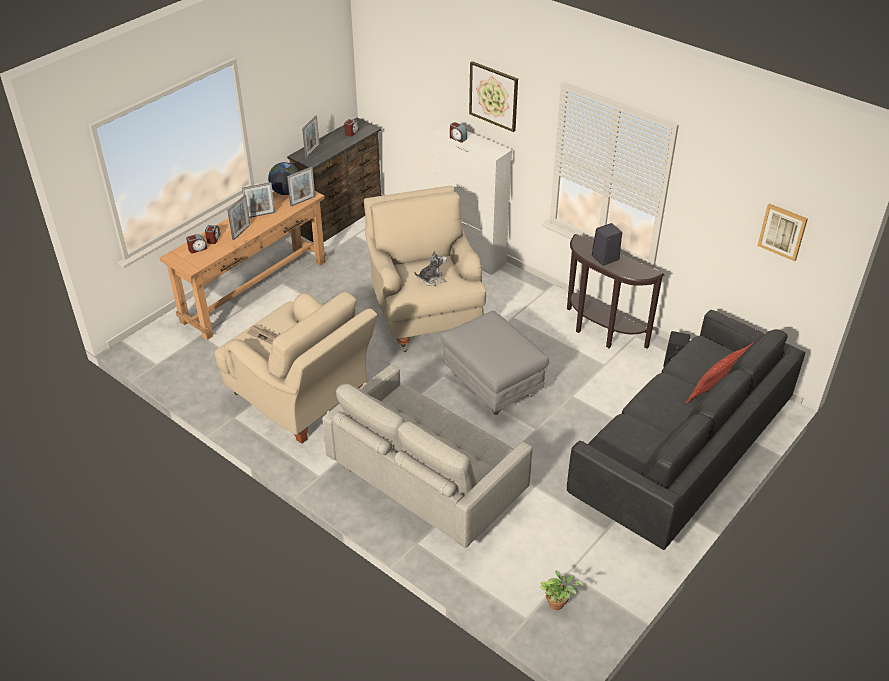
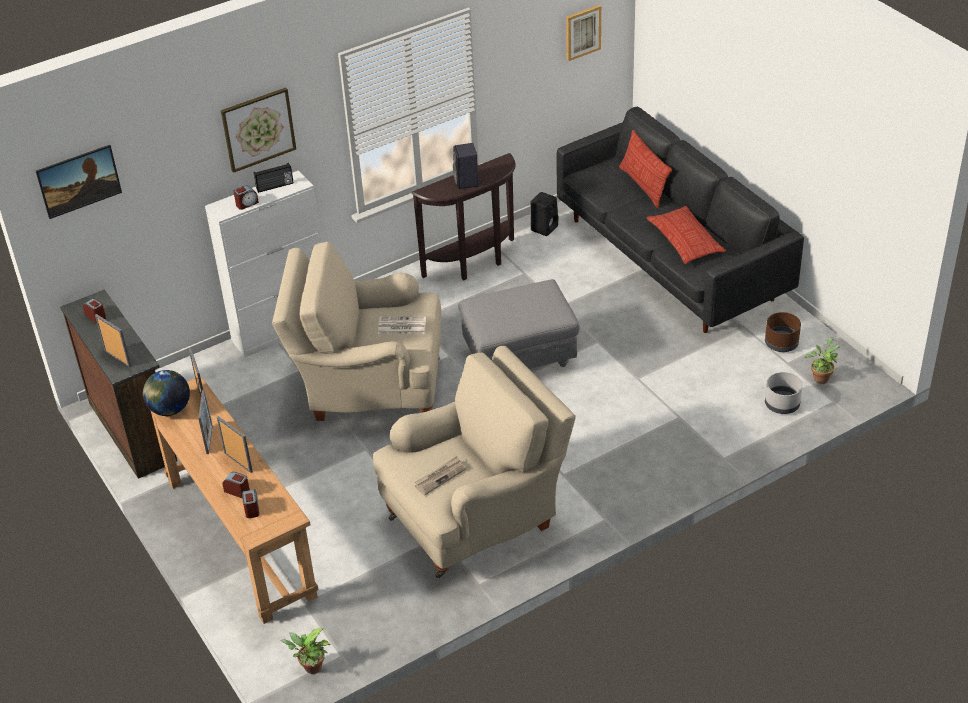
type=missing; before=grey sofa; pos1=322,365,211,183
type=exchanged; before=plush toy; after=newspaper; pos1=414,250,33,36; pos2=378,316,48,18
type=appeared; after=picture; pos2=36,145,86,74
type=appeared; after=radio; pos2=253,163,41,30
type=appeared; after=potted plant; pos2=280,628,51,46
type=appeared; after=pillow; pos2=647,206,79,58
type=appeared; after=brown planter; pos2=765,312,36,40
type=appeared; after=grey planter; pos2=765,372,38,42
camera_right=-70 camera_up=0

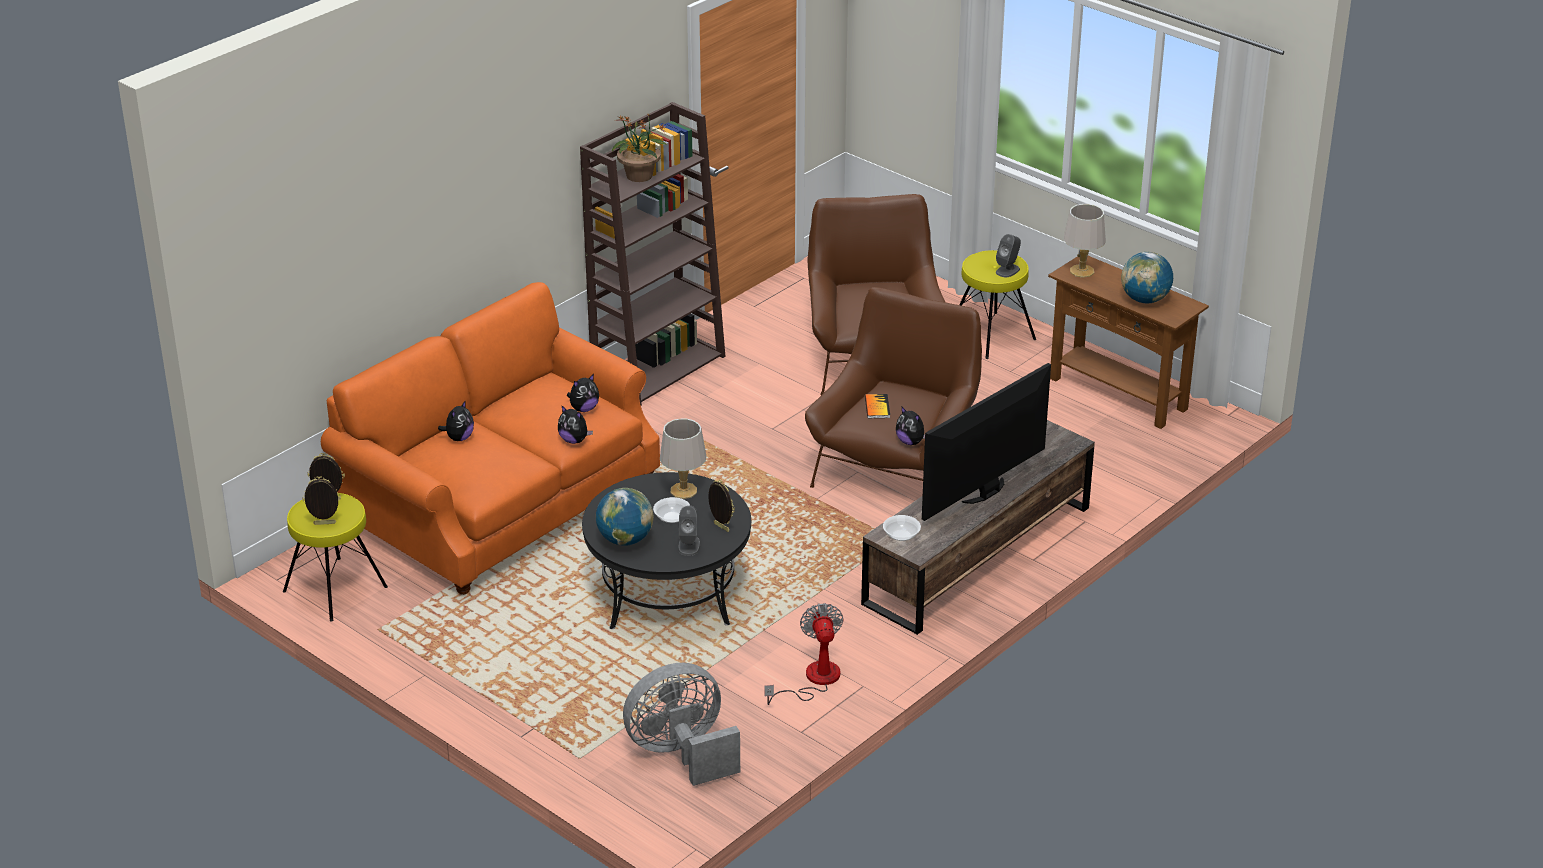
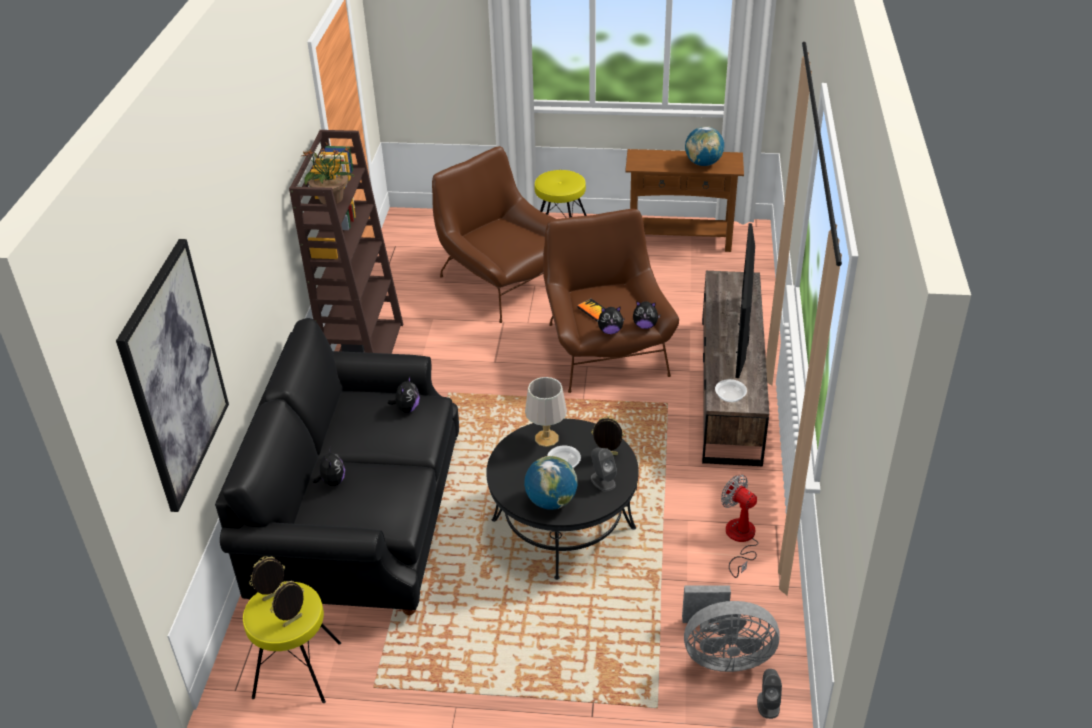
type=colour; before=orange sofa; after=black sofa; pos1=321,282,339,313; pos2=215,318,244,297
type=relocated; before=plush toy; pos1=558,405,35,39; pos2=598,306,27,28
type=spun; before=grey fan; pos1=623,663,117,123; pos2=682,585,97,87; turn=-120
type=relocated; before=grey speaker; pos1=996,234,25,43; pos2=757,669,25,50
type=missing; before=grey table lamp; pos1=1064,204,42,74
type=appeared; after=picture; pos2=116,239,113,273
camera_right=-35 camera_up=5

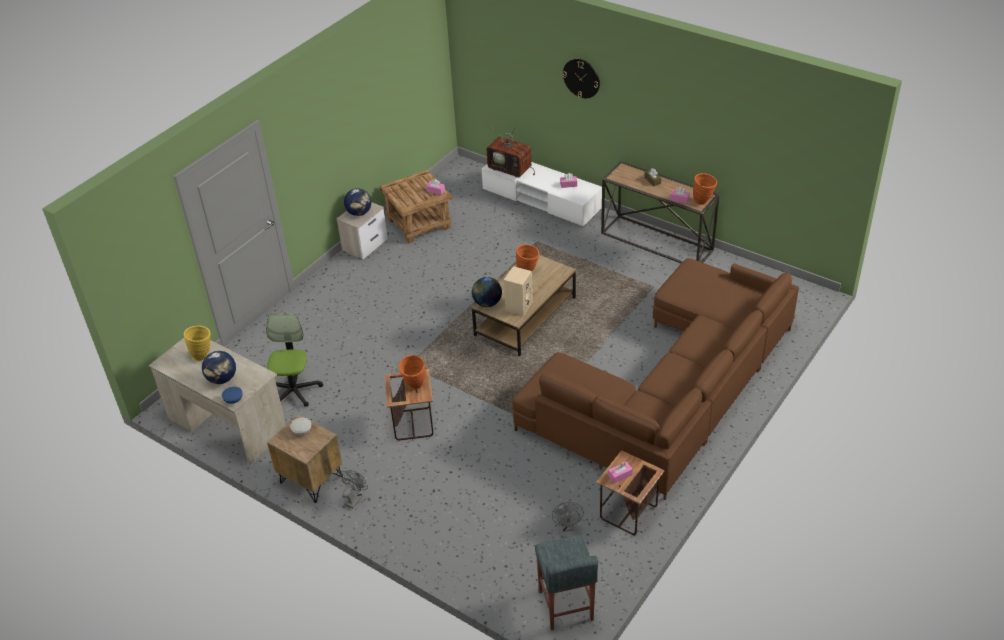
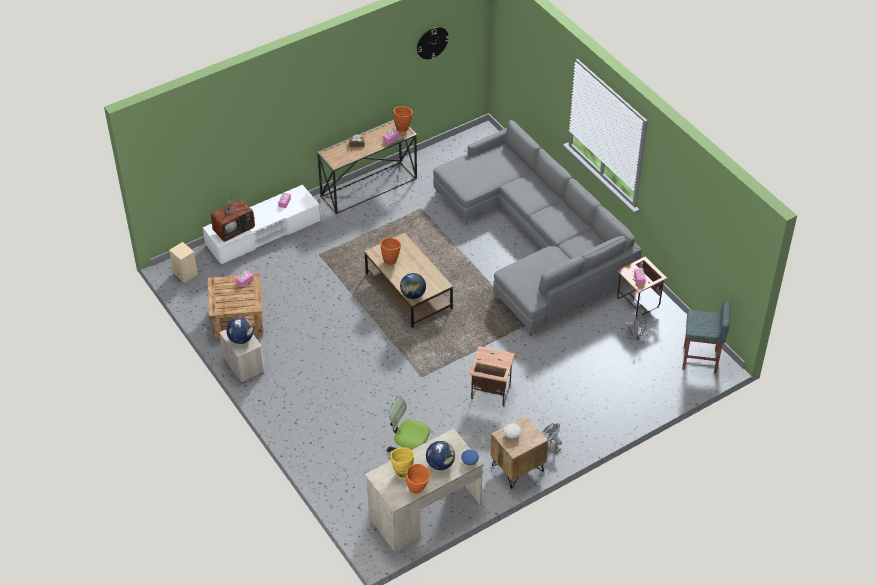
type=relocated; before=orange vase; pos1=399,355,26,35; pos2=406,464,24,30
type=relocated; before=beige speaker; pos1=504,266,29,50; pos2=169,242,29,41
type=colour; before=brown sofa; after=grey sofa; pos1=512,258,287,242; pos2=433,120,209,216
type=relocated; before=wall clock; pos1=562,59,38,39; pos2=417,27,32,32
camera_right=-70 camera_up=5

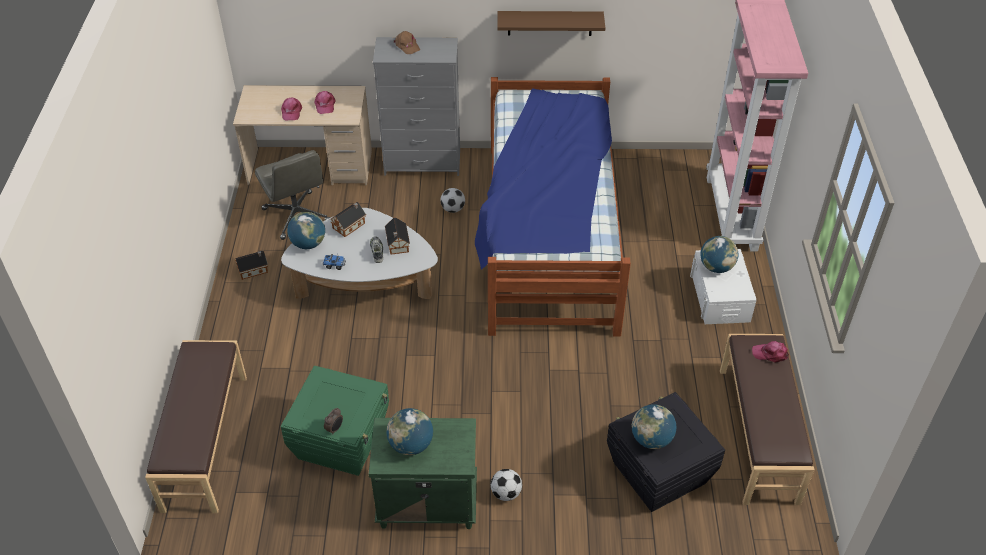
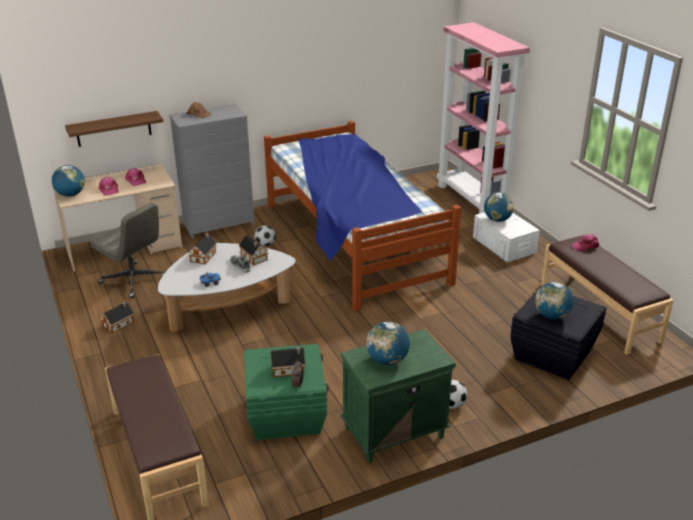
type=relocated; before=globe; pos1=287,212,38,37; pos2=52,165,33,32
type=relocated; before=brown shelf; pos1=497,11,108,25; pos2=65,111,99,36
type=appeared; after=toy house; pos2=271,347,35,30
camera_right=-25 camera_up=-15

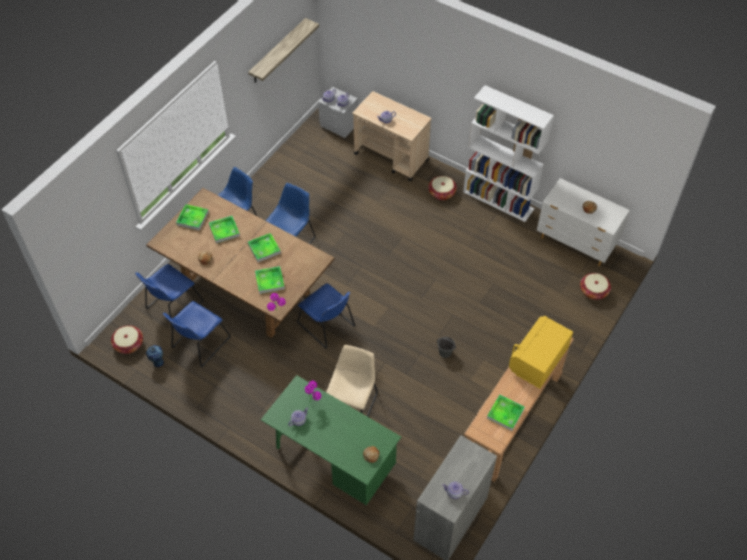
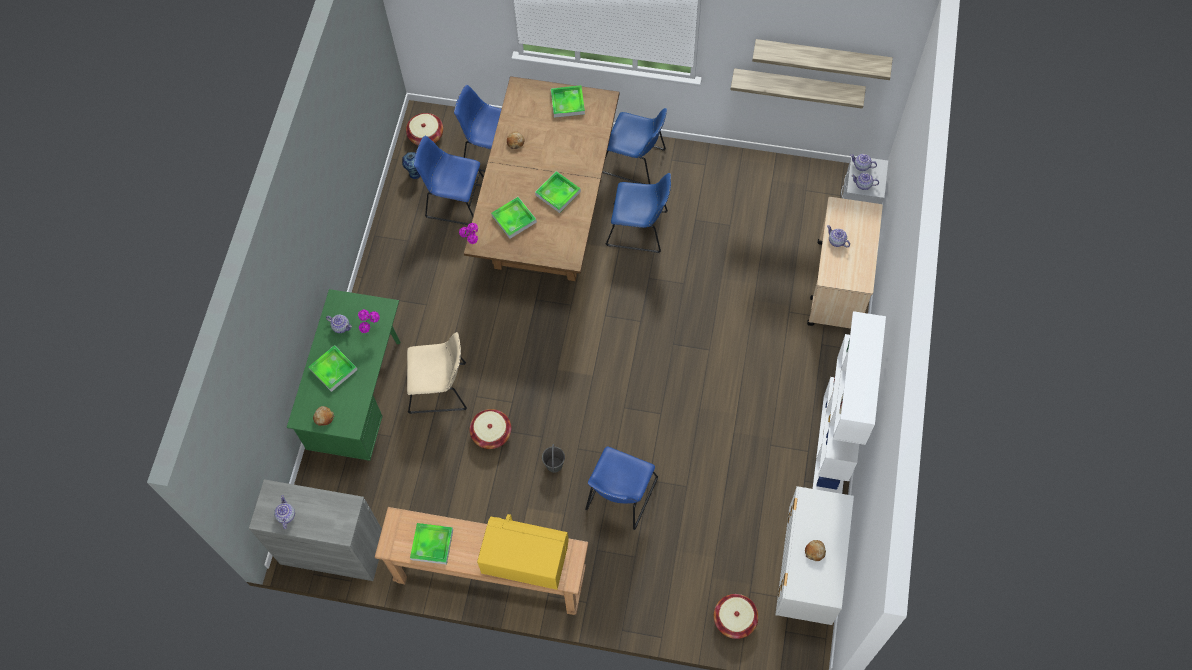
type=relocated; before=tray; pos1=209,216,31,27; pos2=308,345,50,47
type=relocated; before=blue chair; pos1=297,283,58,66; pos2=585,447,73,83
type=relocated; before=basket; pos1=428,176,29,24; pos2=470,409,41,40
type=appeared; after=shelf; pos2=731,68,135,41
camera_right=70 camera_up=10

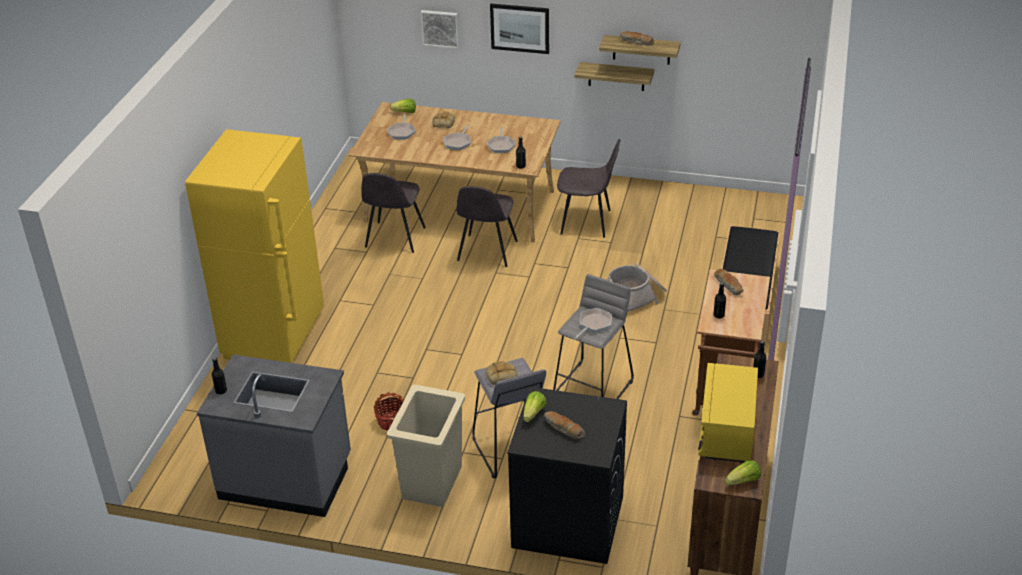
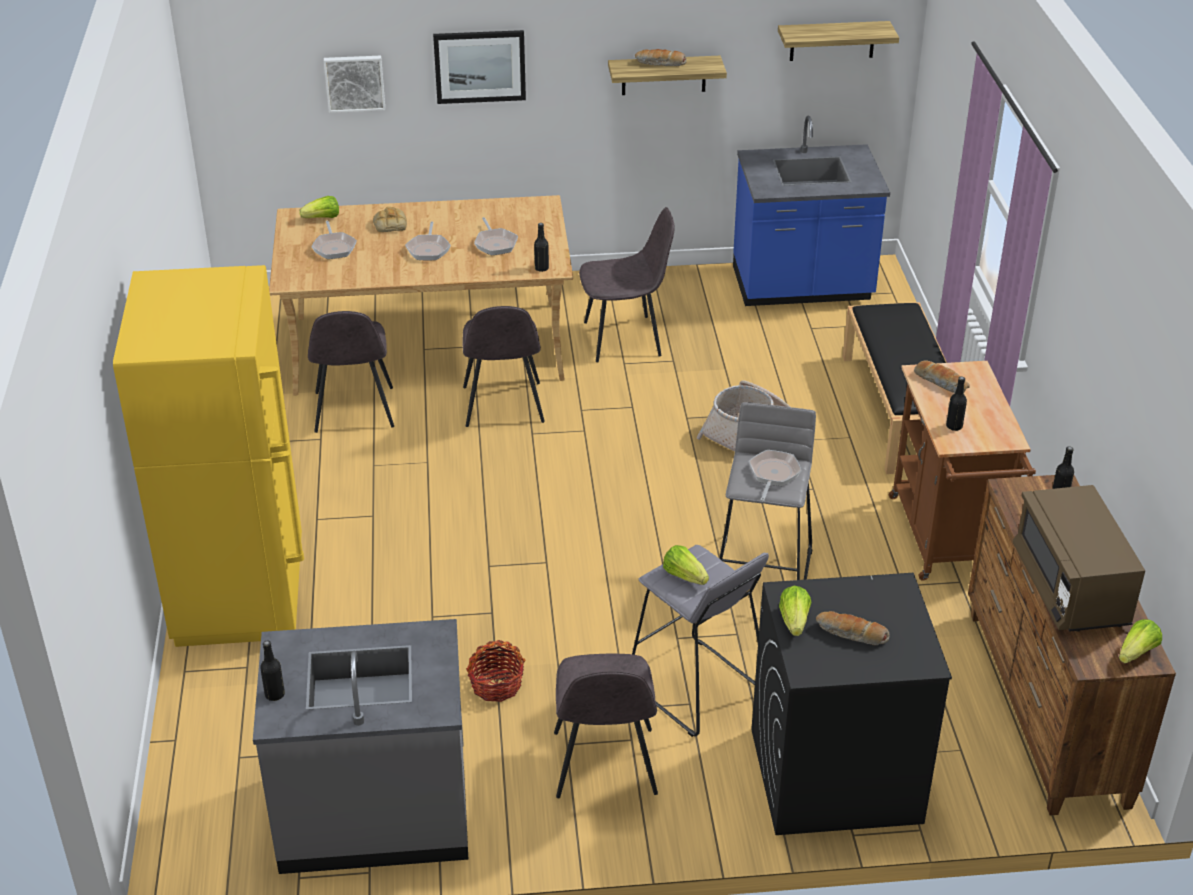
type=exchanged; before=beige trash can; after=grey chair; pos1=387,385,78,122; pos2=554,654,104,144
type=exchanged; before=bread; after=lettuce; pos1=485,361,32,24; pos2=663,545,46,40
type=relocated; before=shelf; pos1=574,62,80,29; pos2=778,21,121,40
type=colour; before=yellow microwave; after=brown microwave; pos1=698,363,60,100; pos2=1012,485,133,147
type=appeared; after=blue counter; pos2=733,116,157,190
camera_right=-20 camera_up=0

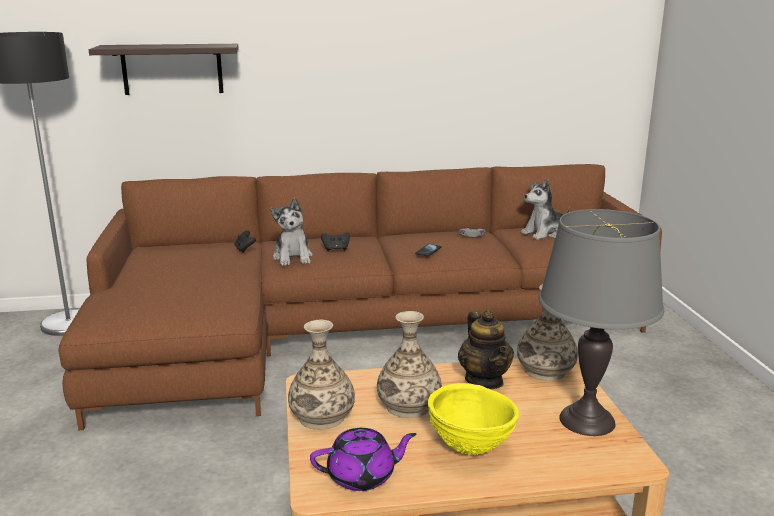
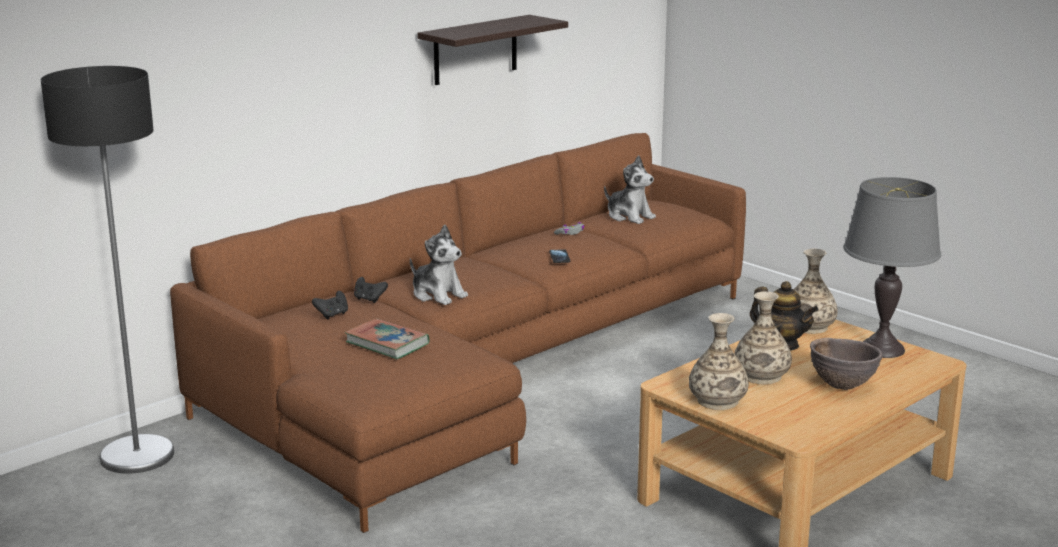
type=relocated; before=shelf; pos1=89,44,150,51; pos2=417,15,151,70
type=missing; before=purple teapot; pos1=310,428,106,63
type=relocated; before=black game controller; pos1=321,232,29,19; pos2=312,291,36,28
type=colour; before=yellow bowl; after=brown bowl; pos1=428,383,91,72; pos2=810,338,72,52
type=spun; before=plush toy; pos1=521,178,49,62; pos2=604,156,52,68; turn=-75
type=appeared; after=book; pos2=345,319,84,40
camera_right=-35 camera_up=0

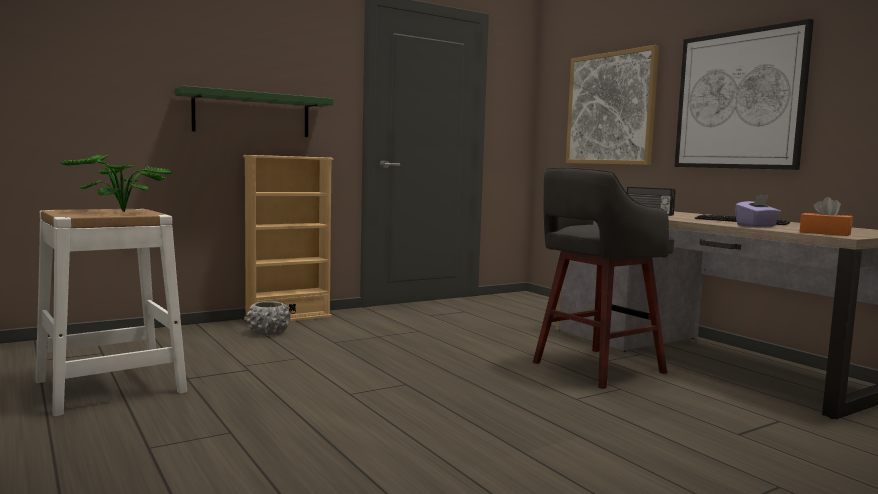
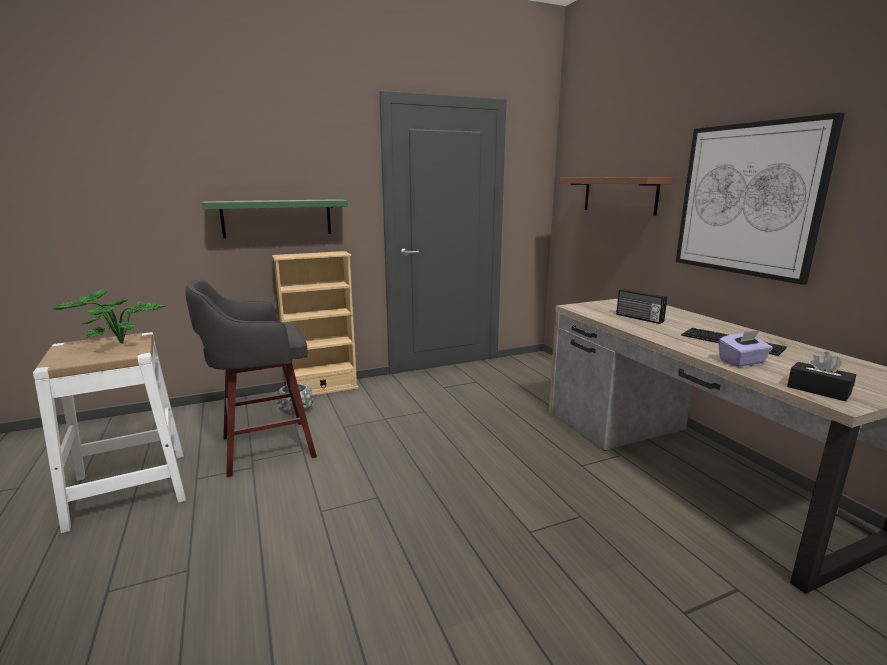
type=relocated; before=grey stool; pos1=533,167,141,222; pos2=185,280,132,197
type=exchanged; before=picture; after=brown shelf; pos1=566,45,93,120; pos2=559,177,113,39
type=colour; before=orange tissue box; after=black tissue box; pos1=800,197,53,39; pos2=787,352,69,49
camera_right=10 camera_up=10

